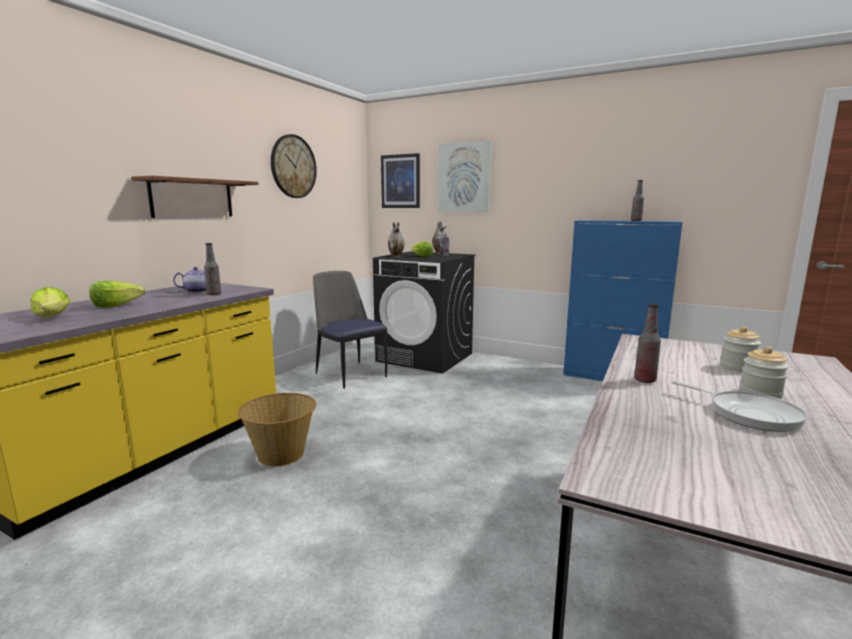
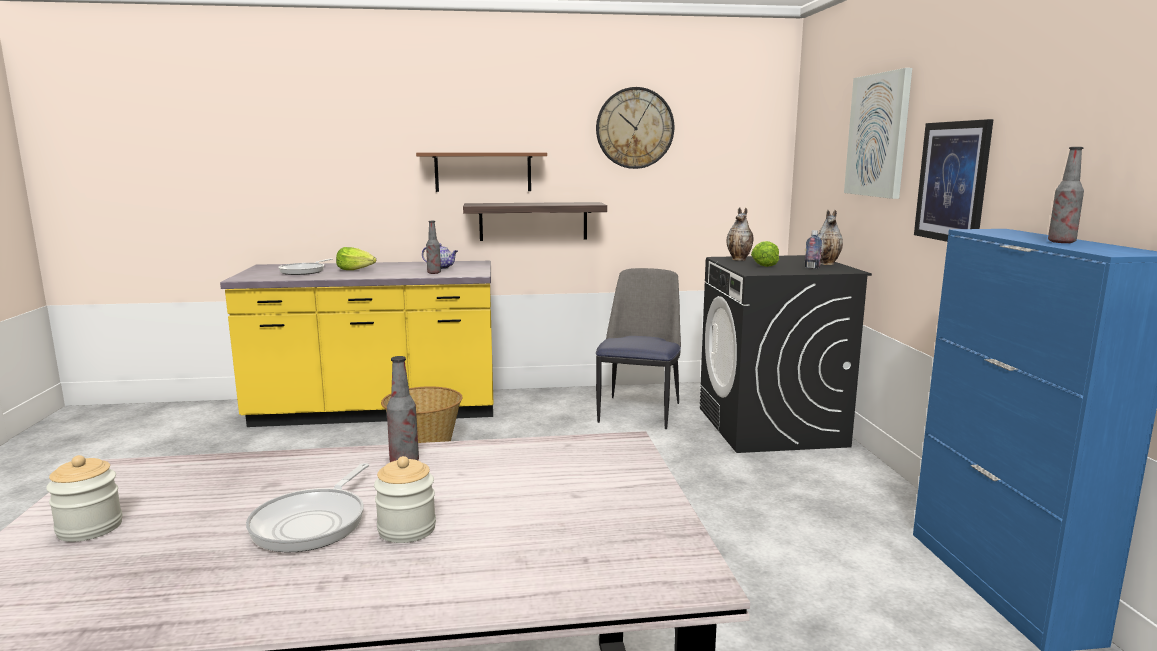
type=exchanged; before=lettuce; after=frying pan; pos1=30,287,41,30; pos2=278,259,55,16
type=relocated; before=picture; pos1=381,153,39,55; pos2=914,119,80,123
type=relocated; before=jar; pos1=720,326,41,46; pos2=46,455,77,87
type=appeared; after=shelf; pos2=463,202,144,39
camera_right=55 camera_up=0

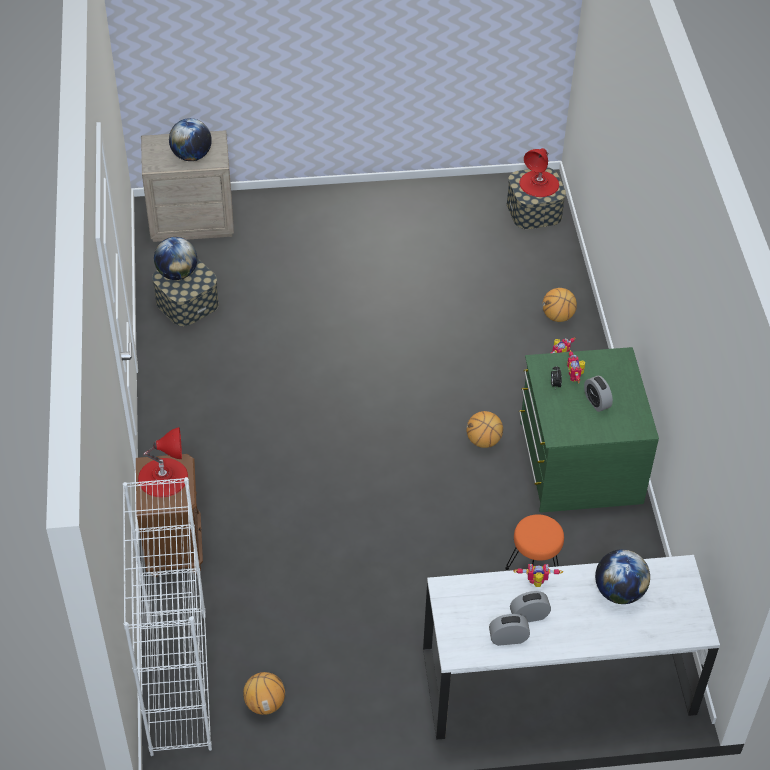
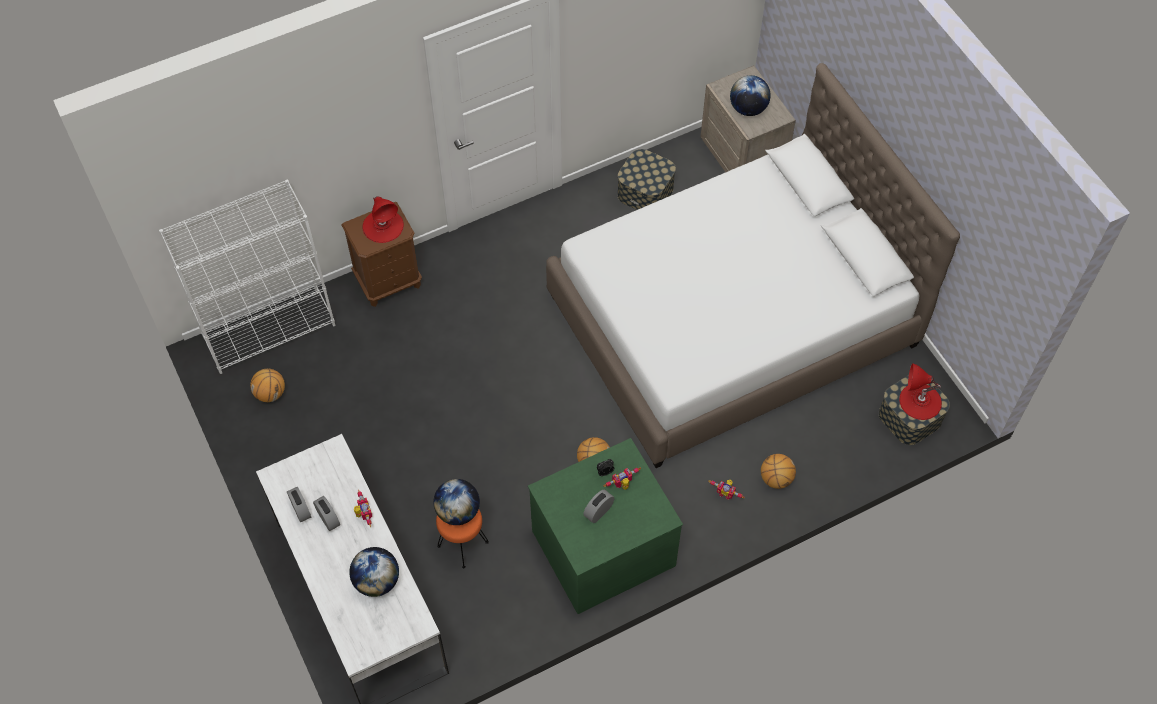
type=relocated; before=globe; pos1=154,237,43,43; pos2=433,479,47,46
type=appeared; after=white bed; pos2=546,63,414,405
camera_right=70 camera_up=10

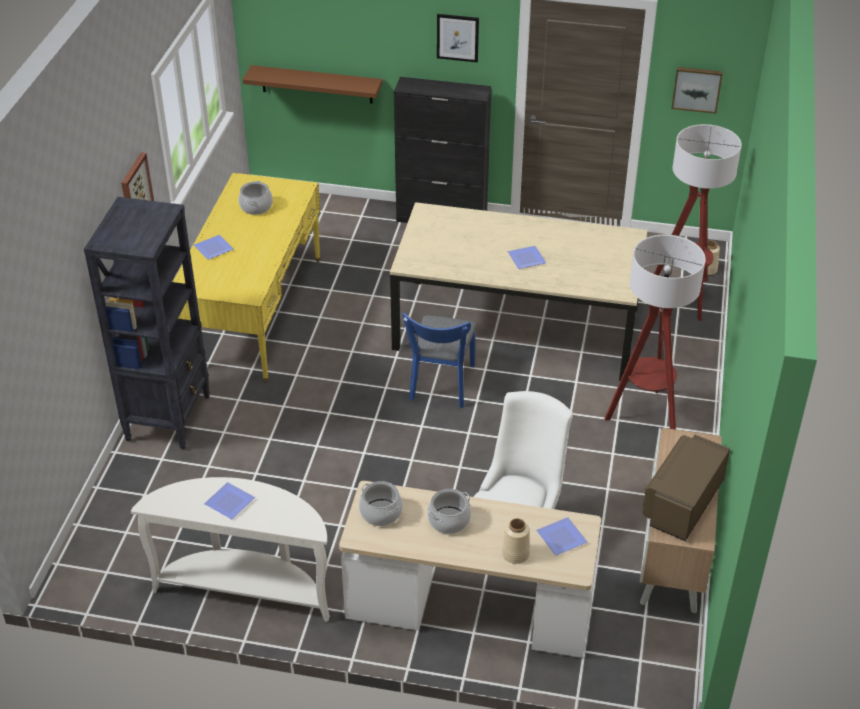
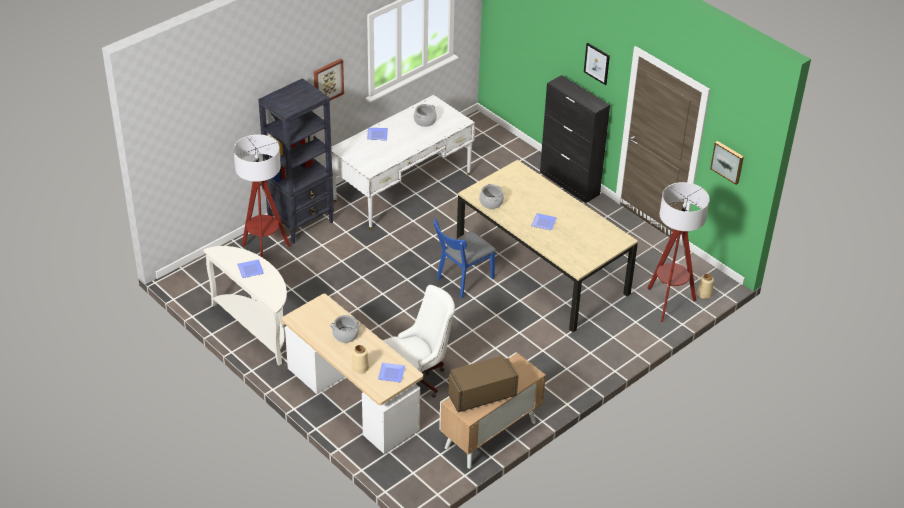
type=colour; before=yellow desk; after=white desk; pos1=173,173,147,209; pos2=331,95,144,135
type=missing; before=brown shelf; pos1=243,65,140,39
type=relocated; before=cooking pot; pos1=359,481,44,45; pos2=479,184,25,25
type=relocated; before=floor lamp; pos1=604,234,102,196; pos2=233,134,57,124
camera_right=35 camera_up=0

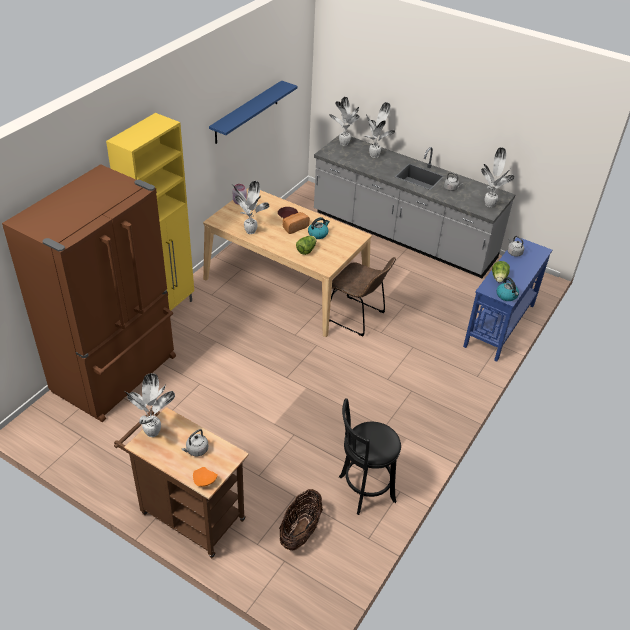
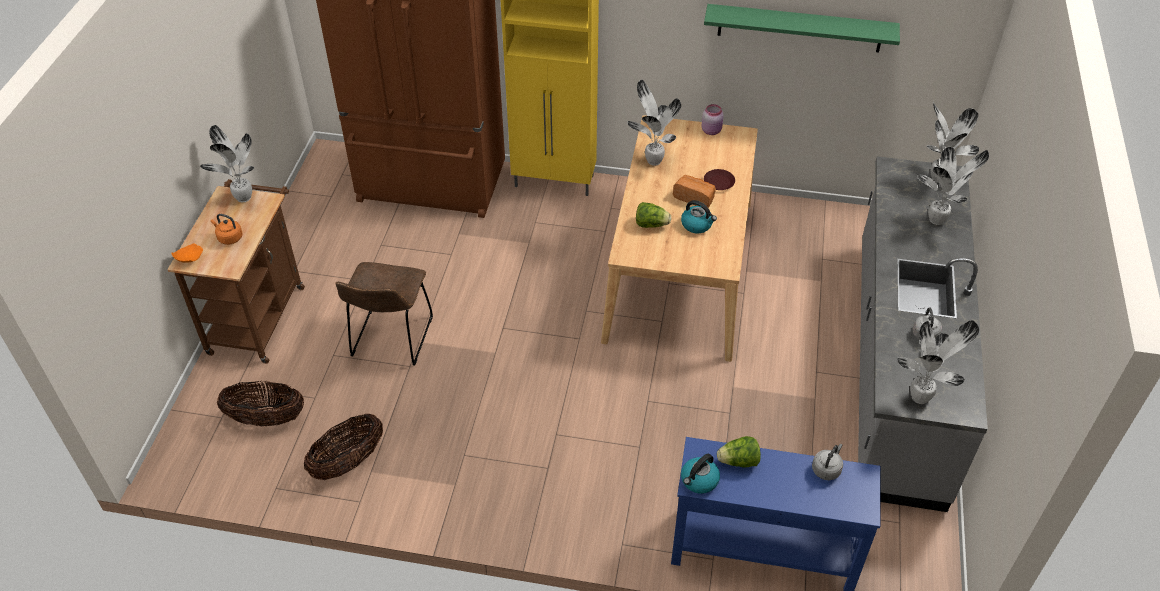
type=colour; before=grey kettle; after=orange kettle; pos1=181,429,27,27; pos2=211,214,31,31
type=colour; before=blue shelf; after=green shelf; pos1=209,81,89,63; pos2=704,4,196,48
type=relocated; before=brown chair; pos1=329,257,67,79; pos2=335,262,98,103
type=exchanged; before=black stool; after=basket; pos1=339,398,62,117; pos2=304,414,79,66
camera_right=70 camera_up=5

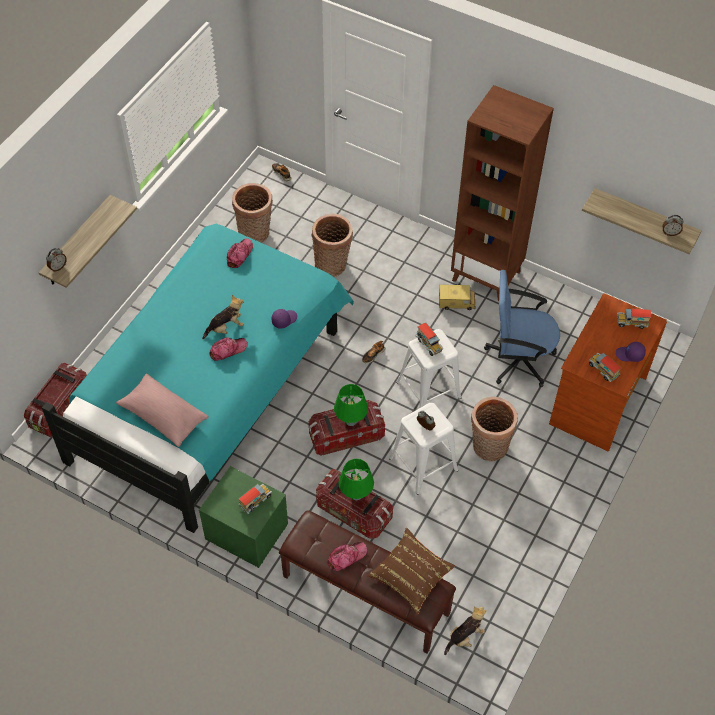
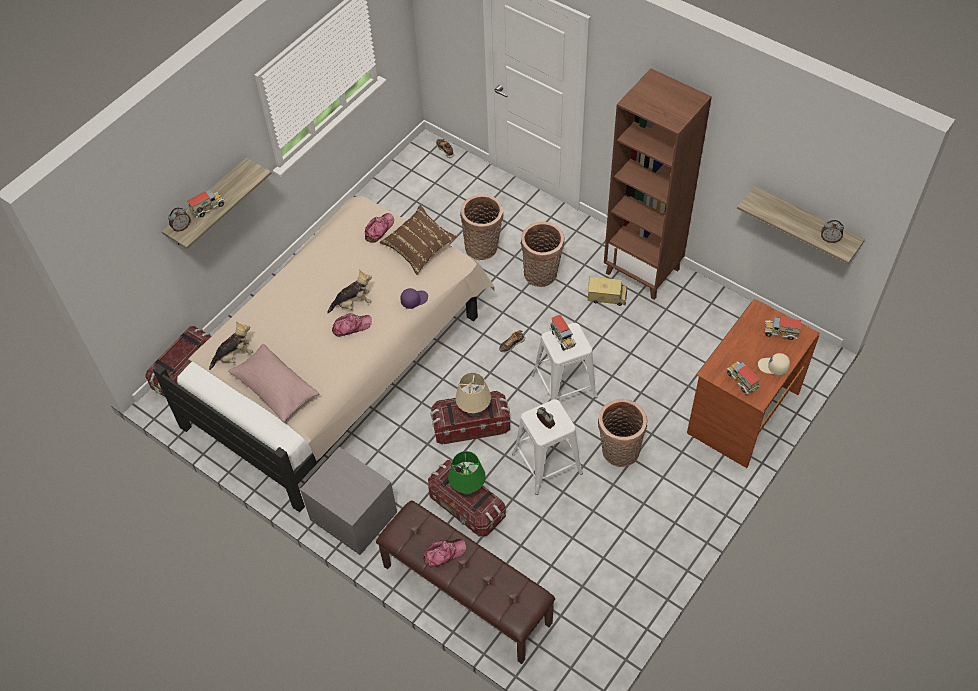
type=colour; before=turquoise bed; after=beige bed; pos1=42,224,312,309; pos2=153,196,342,316
type=colour; before=green nightstand; after=grey nightstand; pos1=199,466,89,102; pos2=300,447,97,108
type=relocated; before=basket; pos1=232,183,41,60; pos2=520,222,45,65
type=relocated; before=toy truck; pos1=239,484,33,30; pos2=187,190,37,28
type=colour; before=green table lamp; after=beige table lamp; pos1=334,384,34,42; pos2=455,372,36,45
type=relocated; before=brown pillow; pos1=367,528,88,87; pos2=380,205,77,70
type=relocated; before=plush toy; pos1=444,606,43,49; pos2=209,321,44,49
type=missing; before=blue office chair; pos1=484,270,76,117
type=colour; before=purple cap; after=beige cap; pos1=616,342,30,20; pos2=758,353,32,22
camera_right=10 camera_up=0

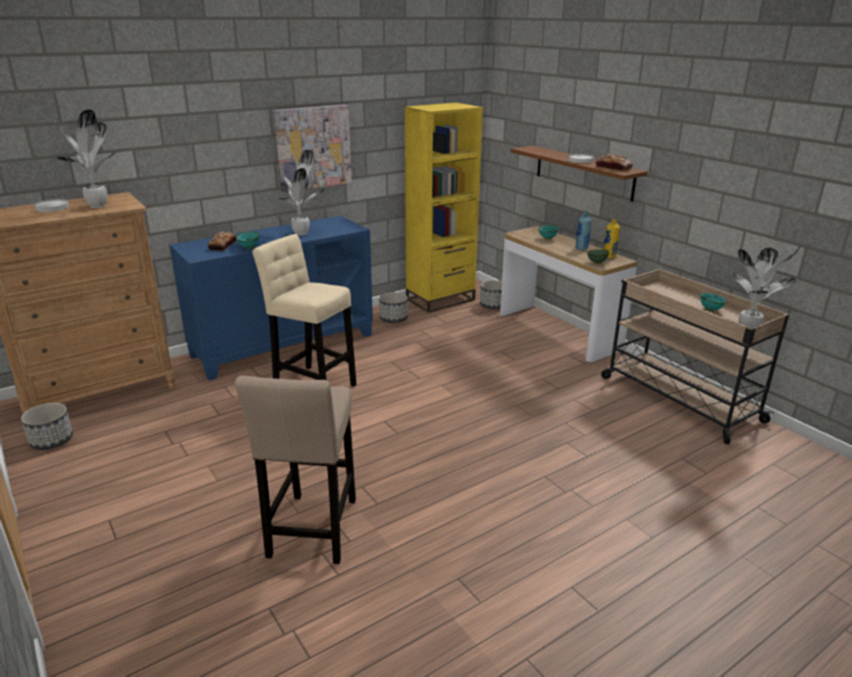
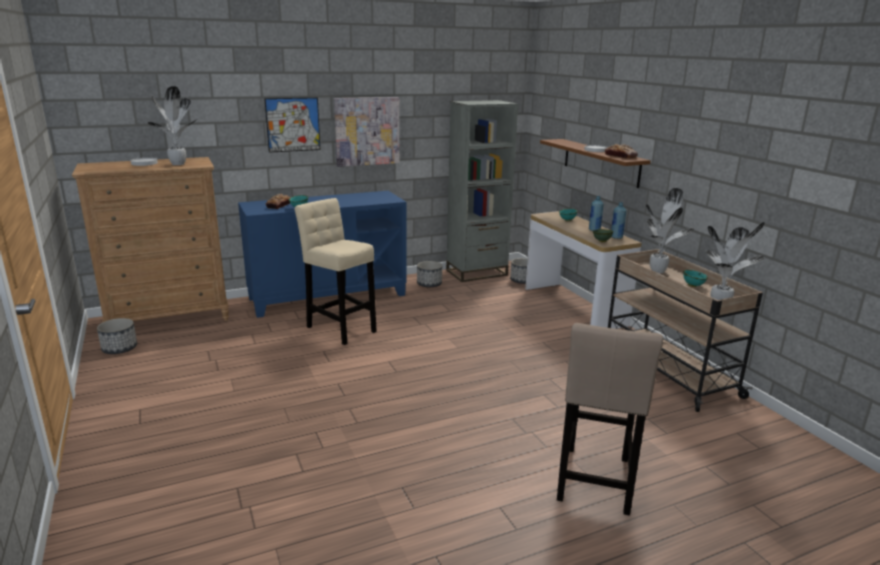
type=relocated; before=beige stool; pos1=235,375,121,189; pos2=557,323,106,192
type=relocated; before=potted plant; pos1=277,150,48,86; pos2=646,188,48,85
type=colour; before=yellow bookcase; after=grey bookcase; pos1=405,103,78,210; pos2=446,100,72,182
type=colour; before=yellow bottle; after=blue bottle; pos1=603,218,17,40; pos2=611,202,15,37
type=appeared; after=picture; pos2=264,97,56,56
camera_right=10 camera_up=-5

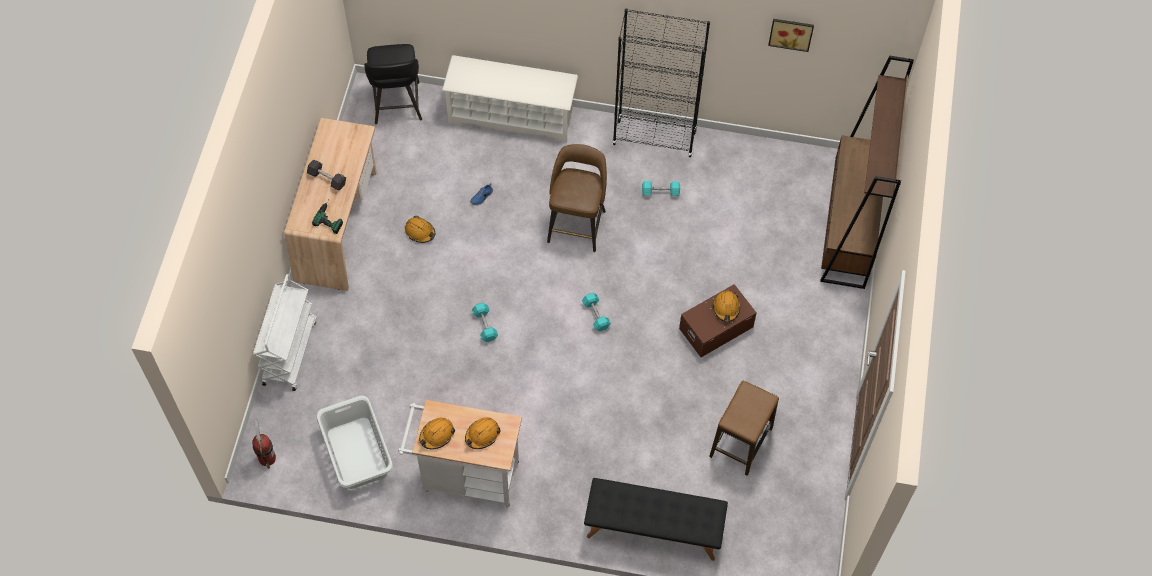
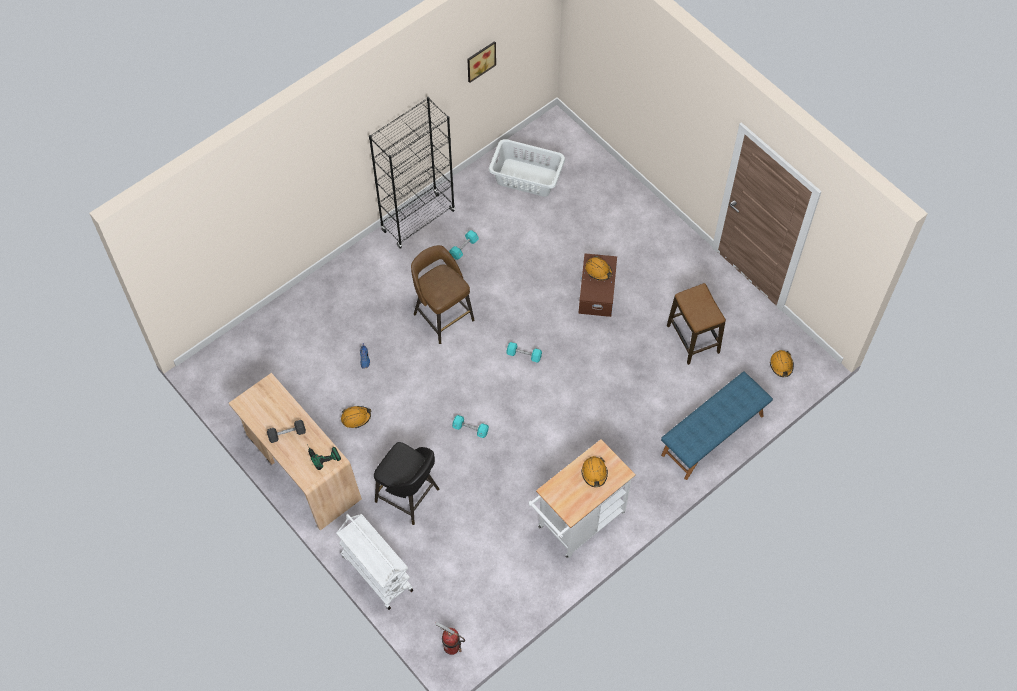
type=relocated; before=white laundry basket; pos1=316,396,77,93; pos2=489,139,76,58
type=relocated; before=black stool; pos1=364,44,58,80; pos2=374,442,65,83
type=relocated; before=orange hard hat; pos1=419,418,36,31; pos2=770,350,24,27
type=missing; before=white shoe rack; pos1=442,55,136,88
type=colour; before=black bench; after=blue bench; pos1=584,478,144,83; pos2=661,372,112,108
type=missing; before=brown bookcase; pos1=820,55,94,234
camera_right=-50 camera_up=0

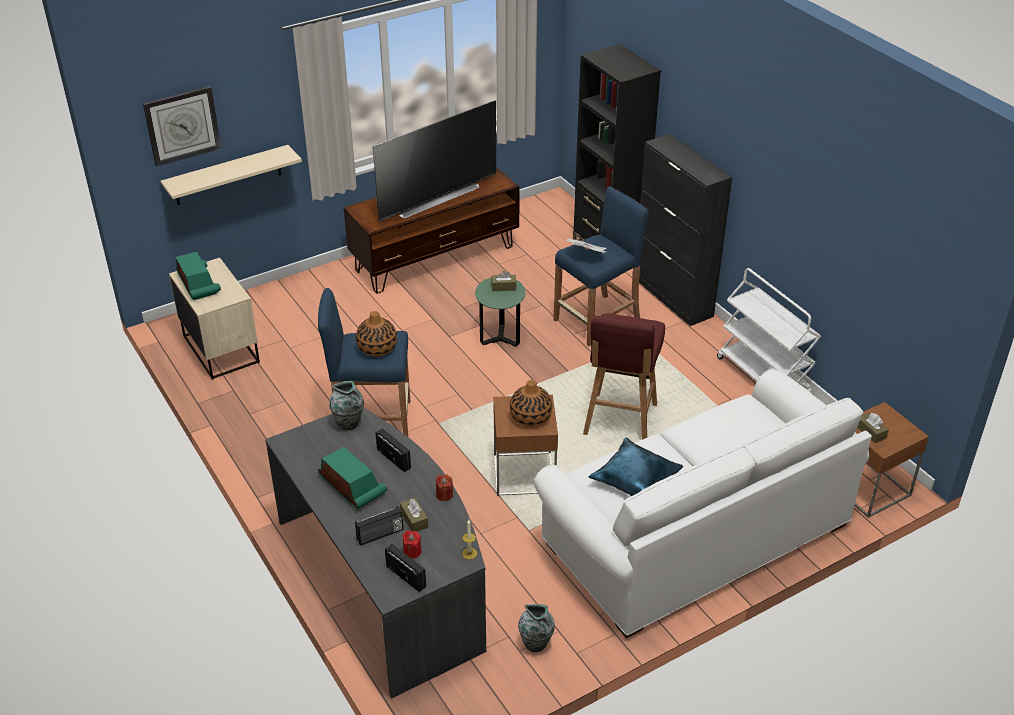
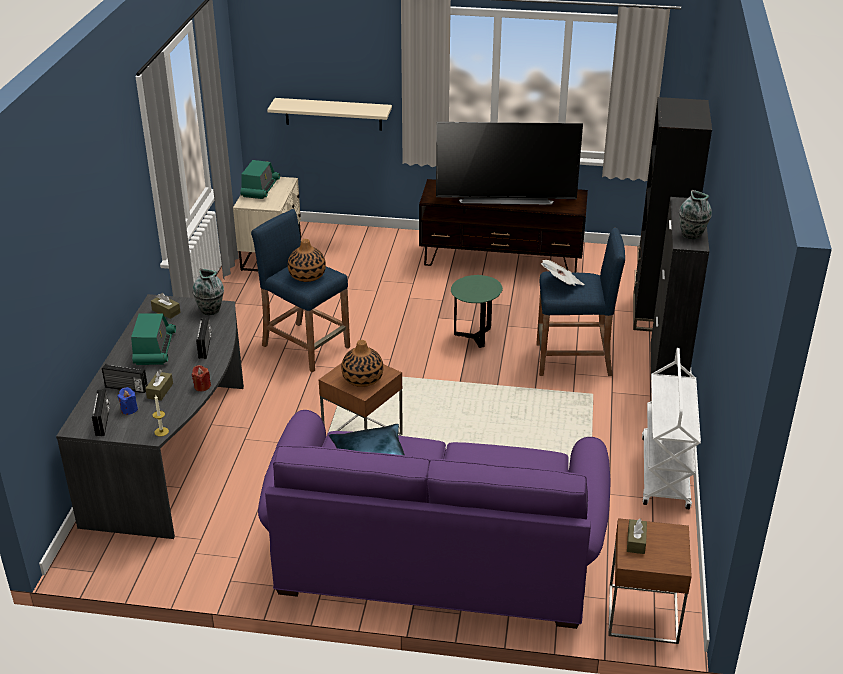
type=missing; before=wall clock; pos1=143,86,79,80
type=colour; before=red candle; after=blue candle; pos1=402,530,19,29; pos2=118,387,20,28
type=relocated; before=brown tissue box; pos1=491,271,25,20; pos2=151,293,30,26
type=relocated; before=vase; pos1=518,604,37,48; pos2=679,190,33,49
type=colour; before=white sofa; after=purple sofa; pos1=534,369,338,269; pos2=258,410,353,219
type=missing; before=red stool; pos1=583,313,82,127
camera_right=40 camera_up=-5

